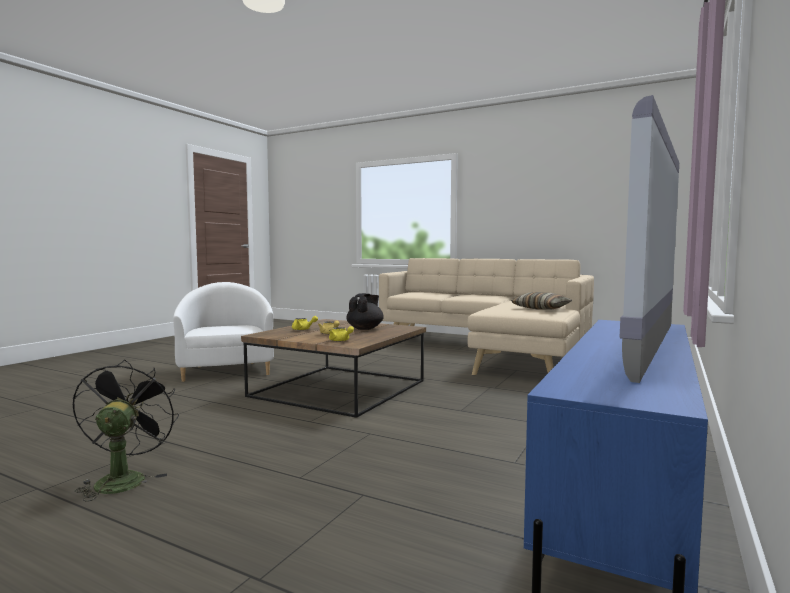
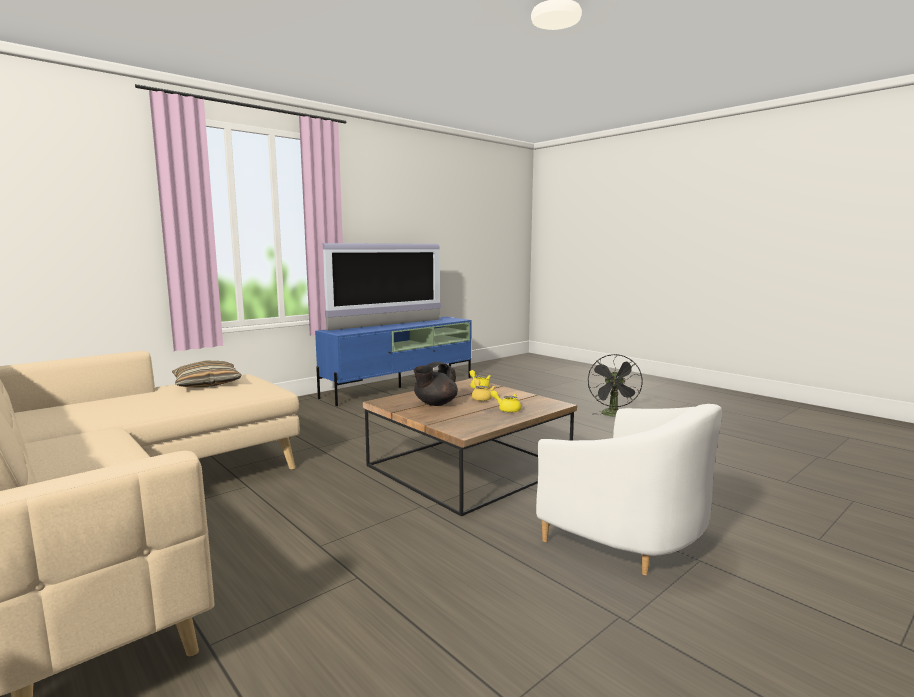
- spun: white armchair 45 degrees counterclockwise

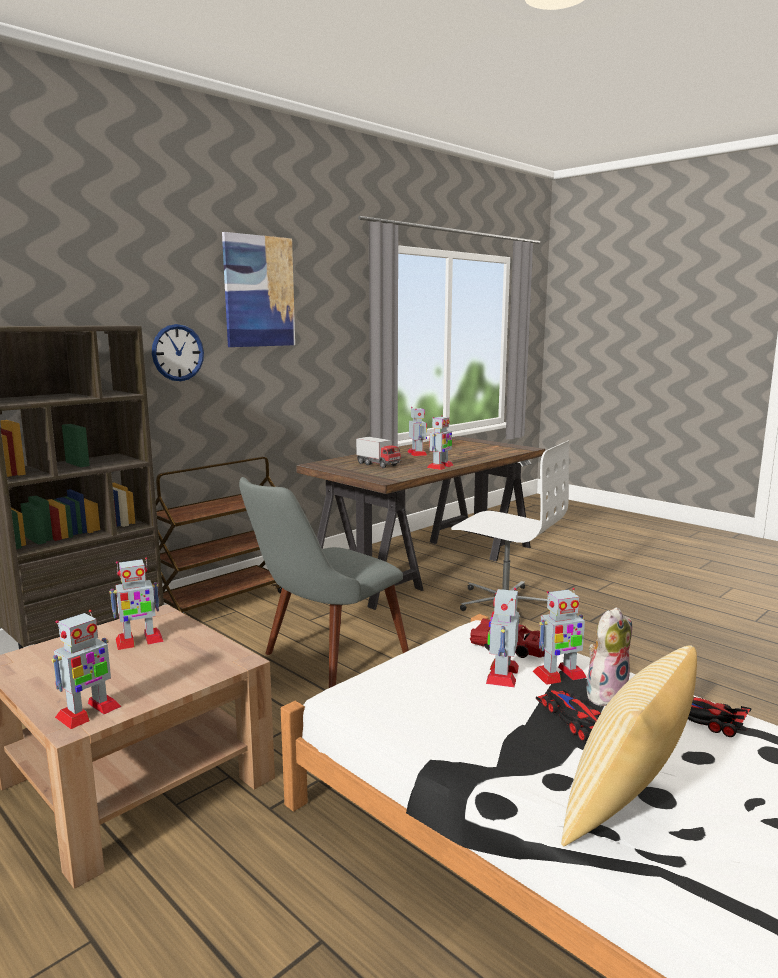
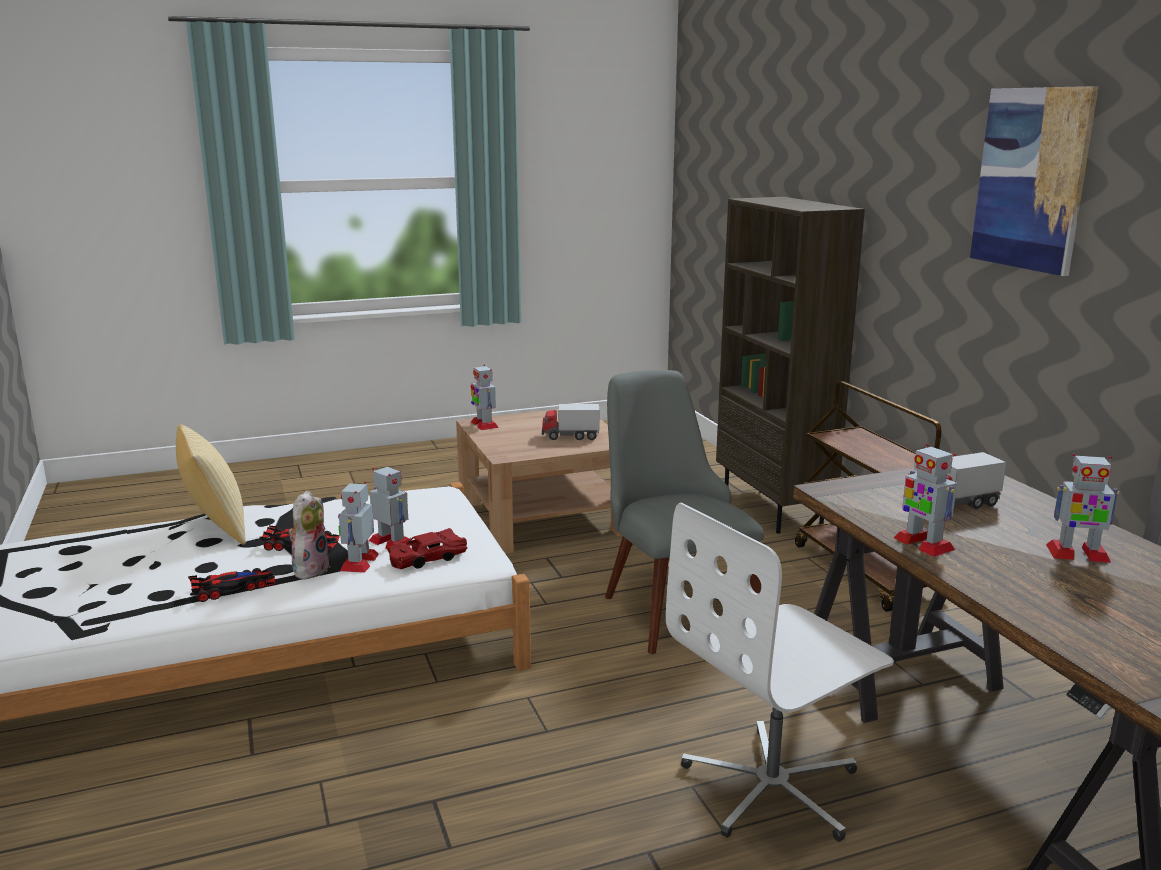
- spun: plush toy 150 degrees counterclockwise
- exchanged: toy robot (no. 2 from left) to toy truck (no. 1 from left)
- missing: wall clock

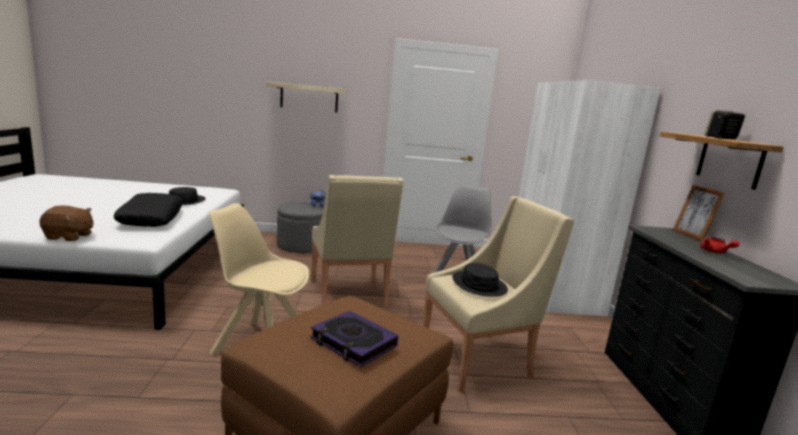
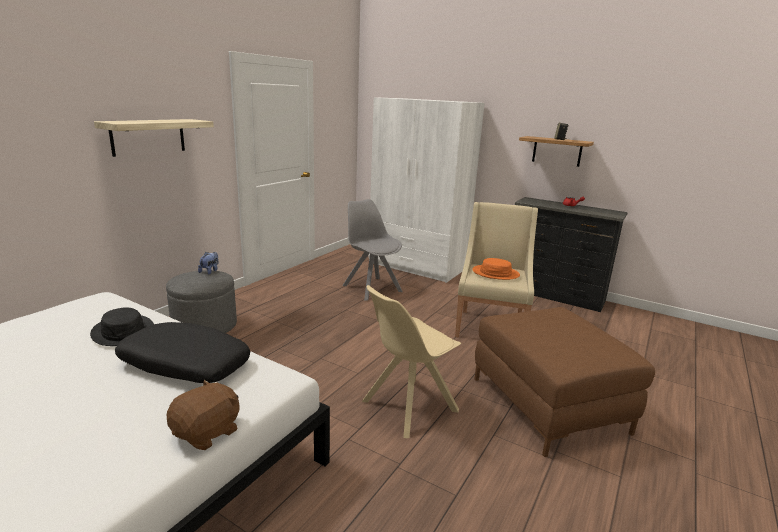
- colour: black hat (no. 2 from left) to orange hat
- missing: book
- missing: beige armchair (no. 1 from left)
- missing: picture frame

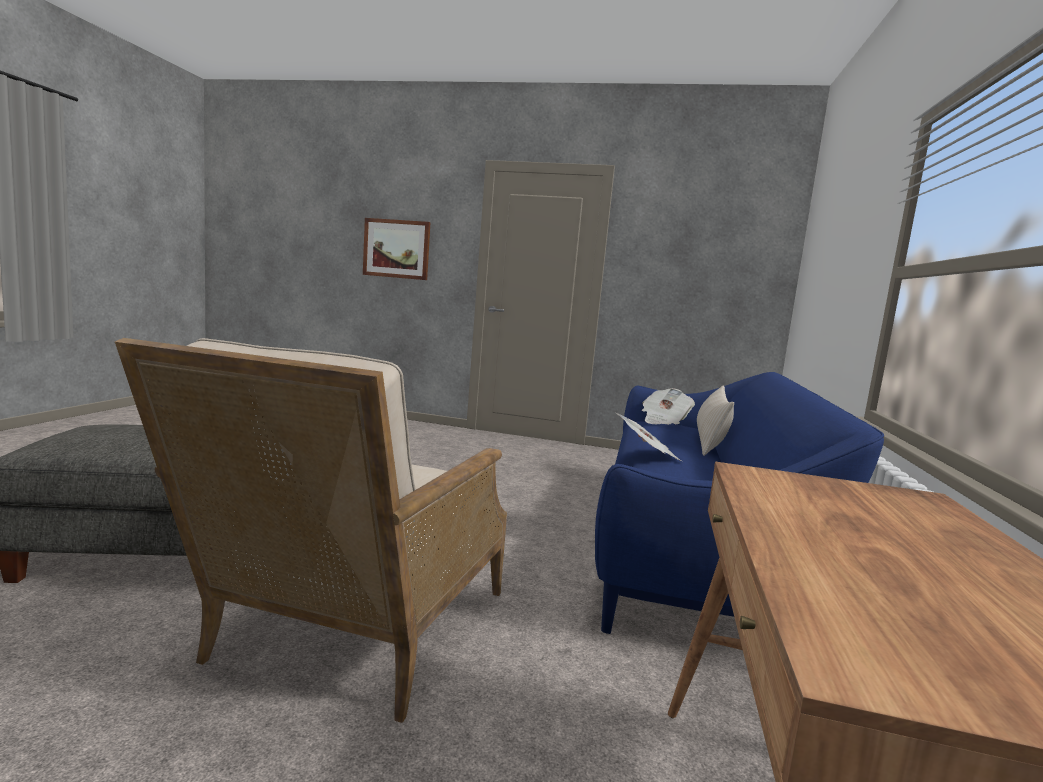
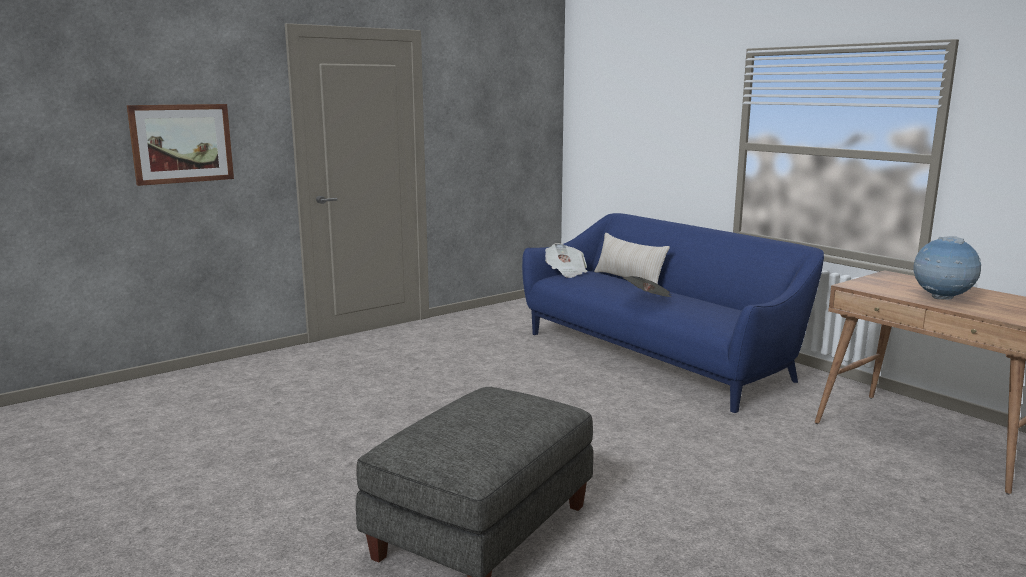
- appeared: globe
- missing: beige armchair

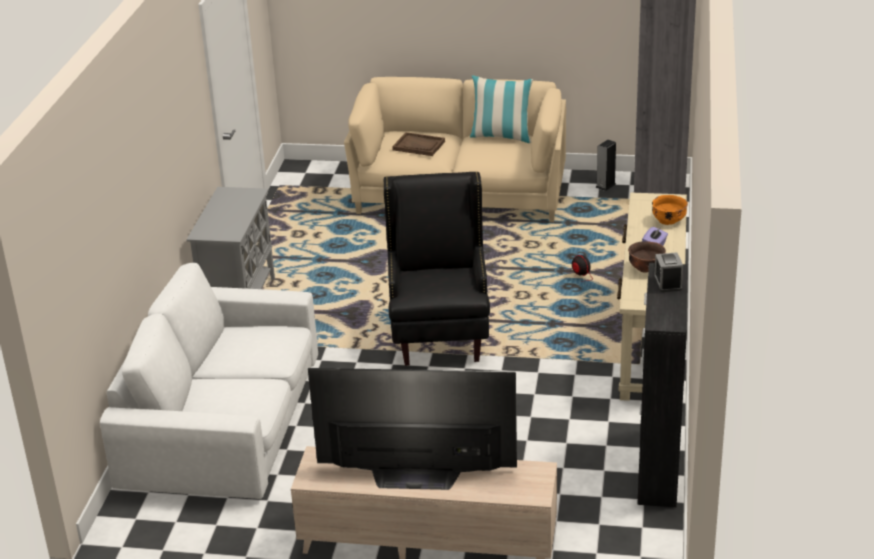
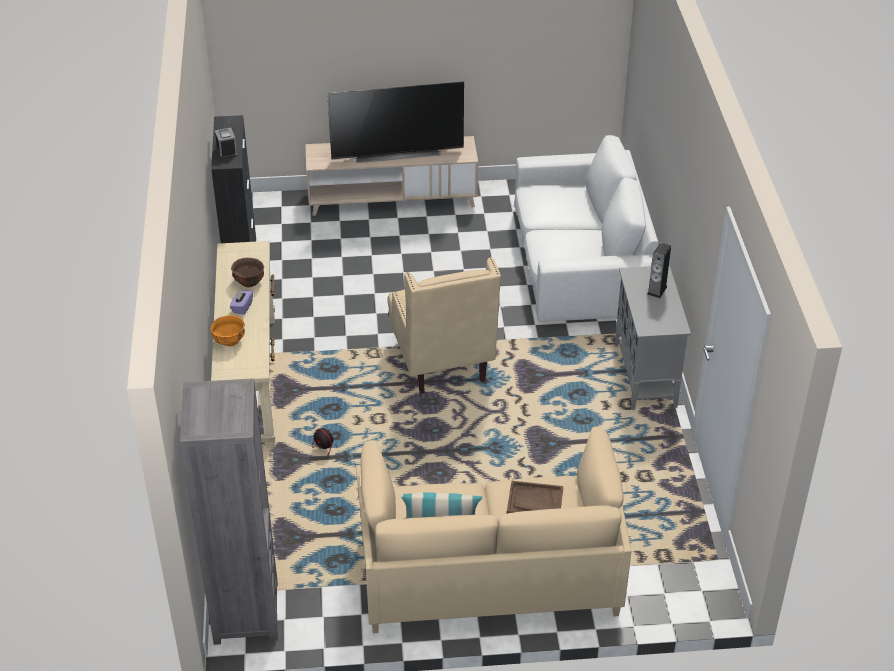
- colour: black armchair to beige armchair
- relocated: speaker

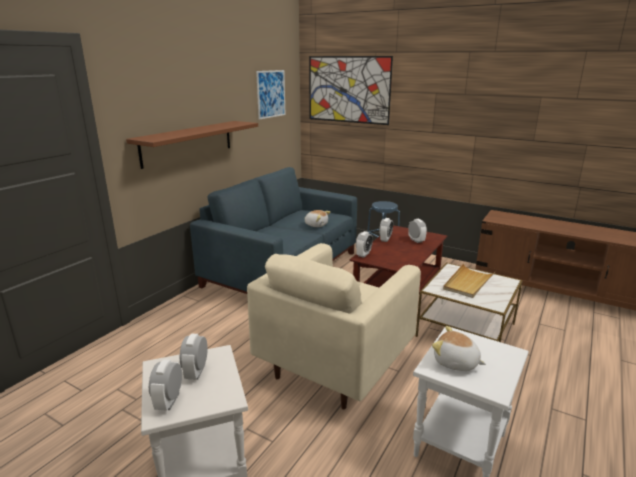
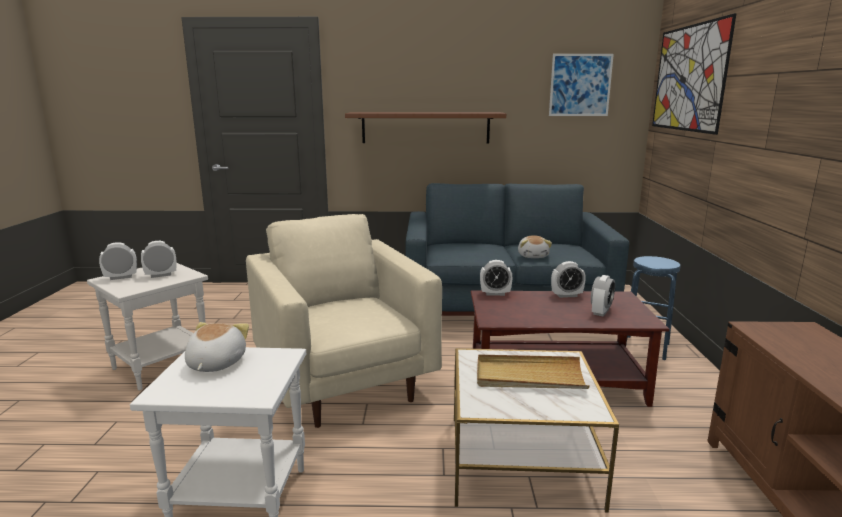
- spun: beige armchair 60 degrees clockwise

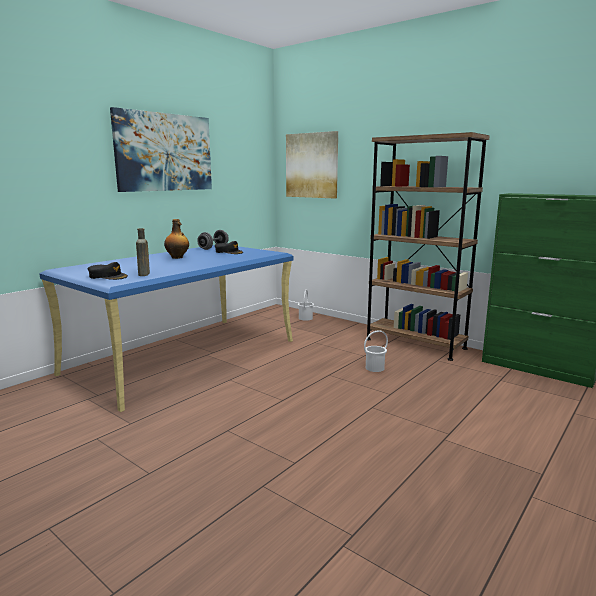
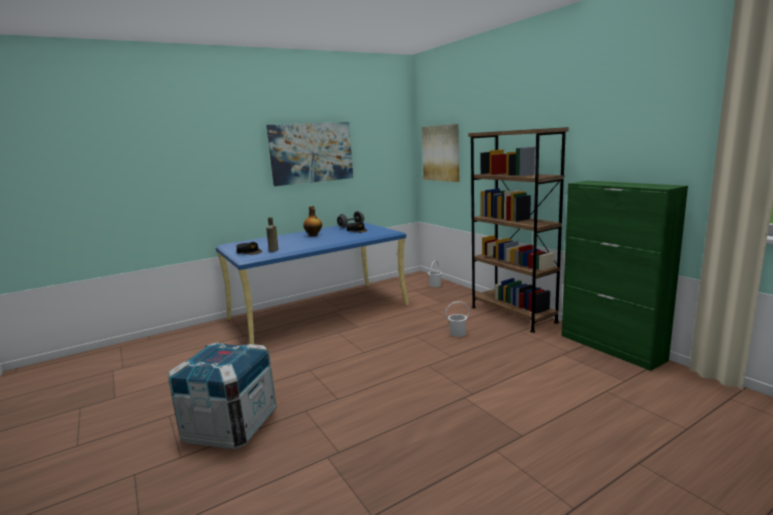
- appeared: crate

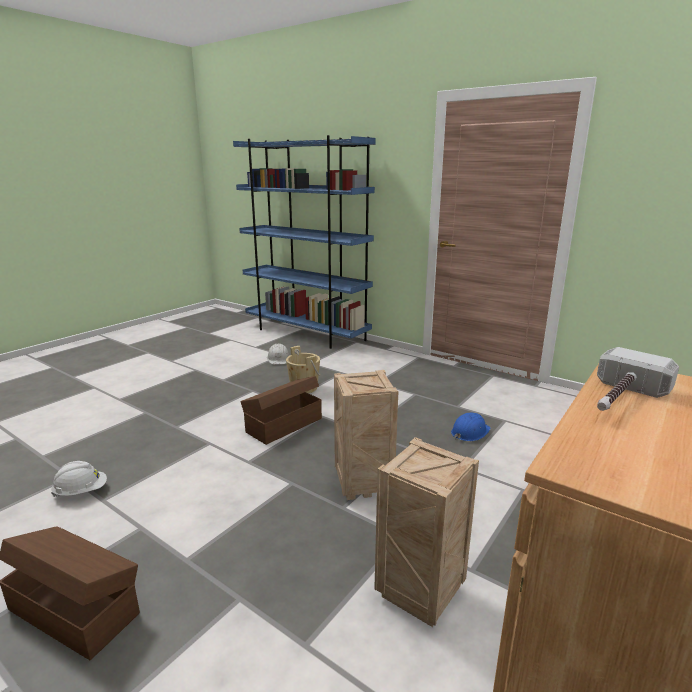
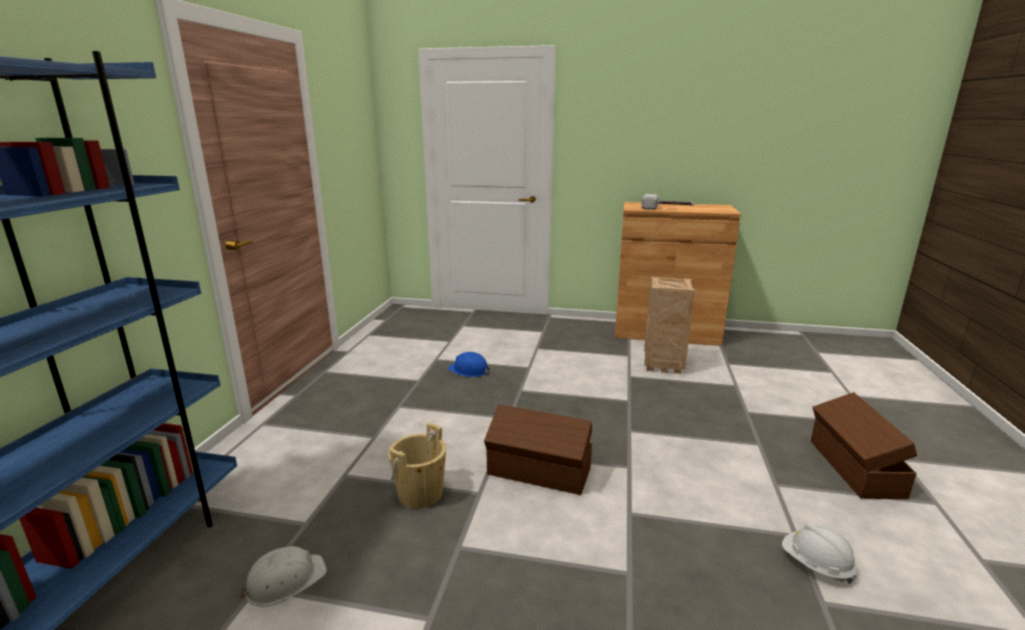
- missing: crate (no. 1 from left)

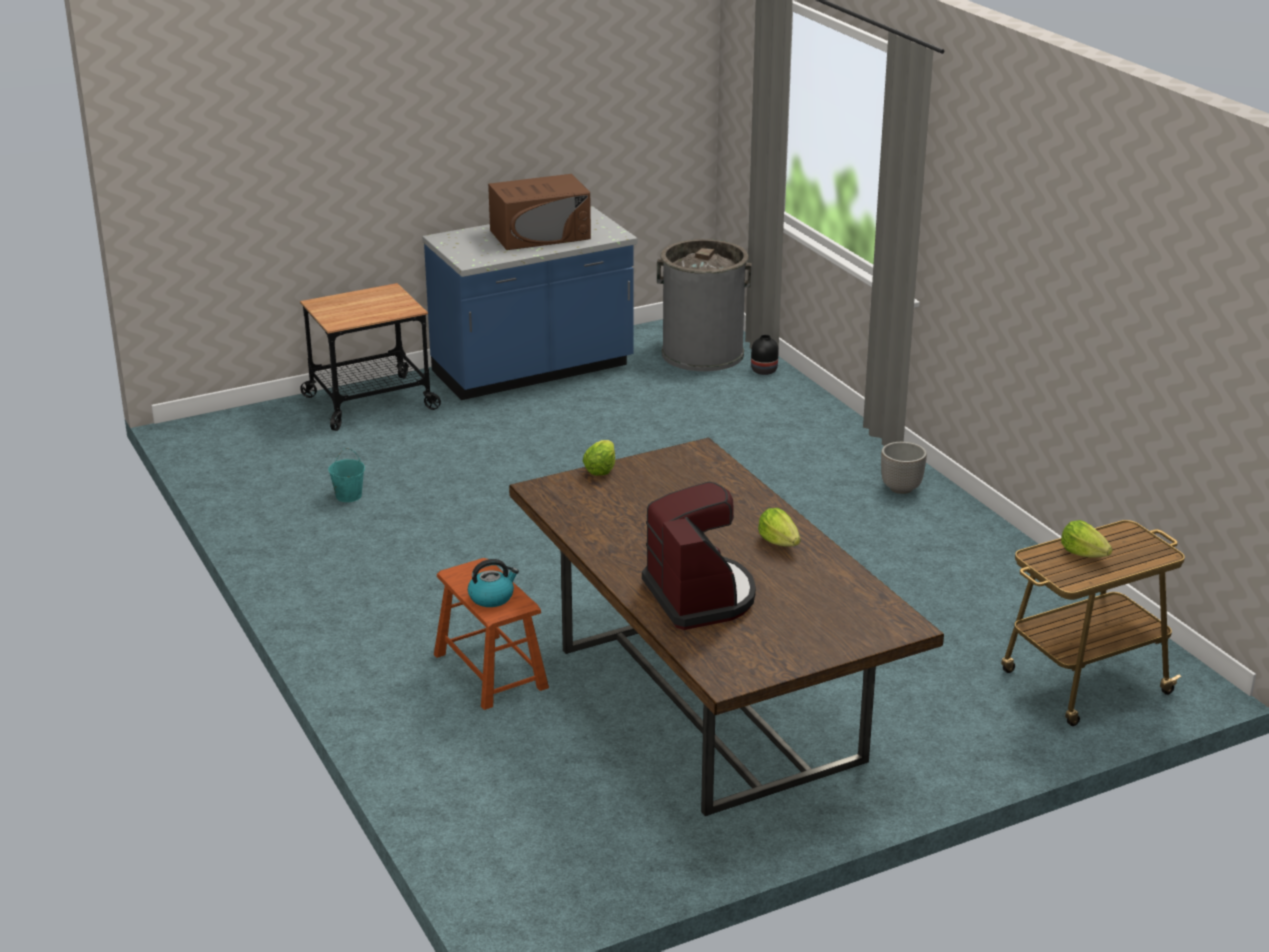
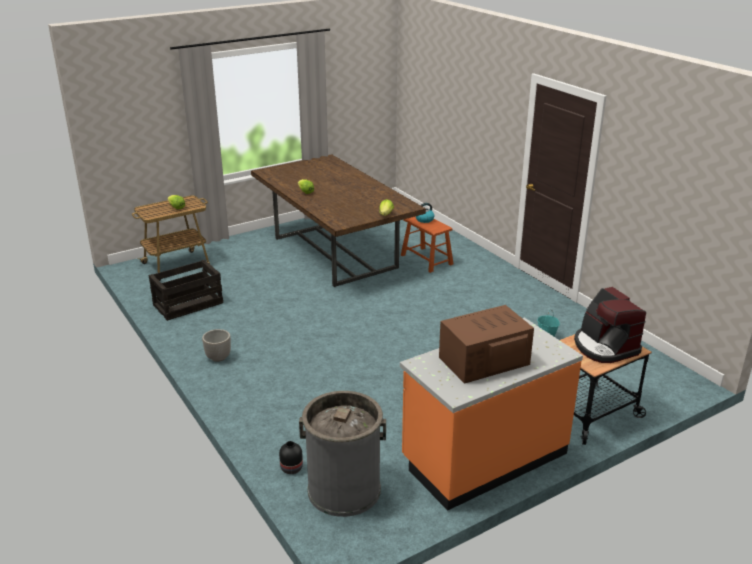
- appeared: crate
- colour: blue counter to orange counter
- relocated: coffee machine

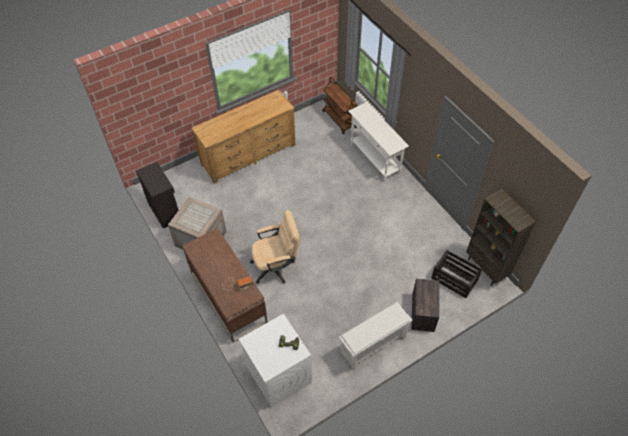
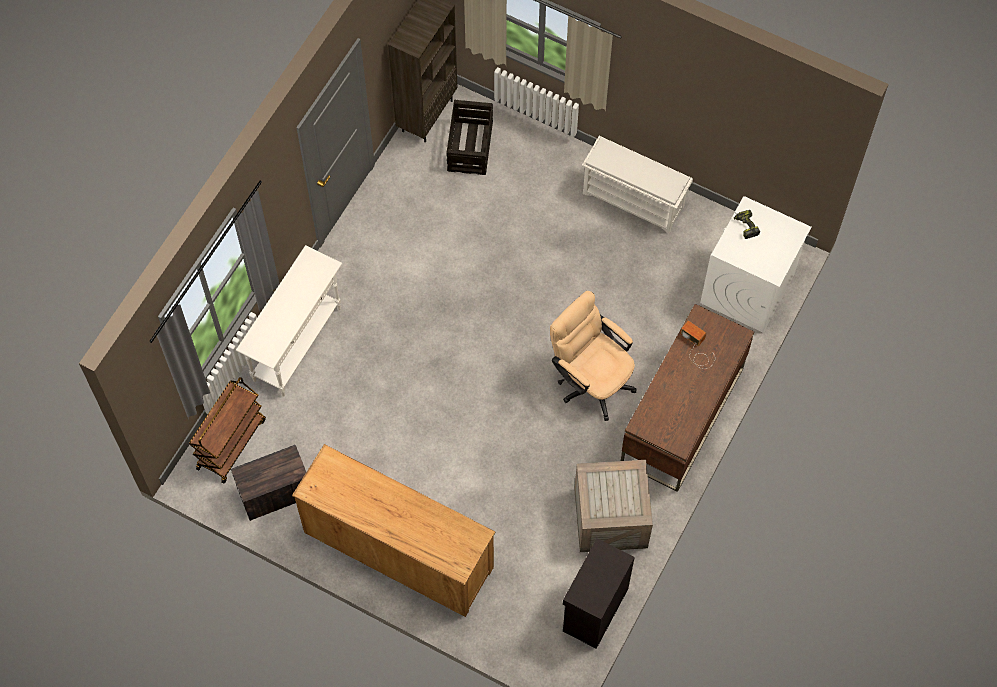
- relocated: crate (no. 2 from left in the first image) to crate (no. 1 from left)

